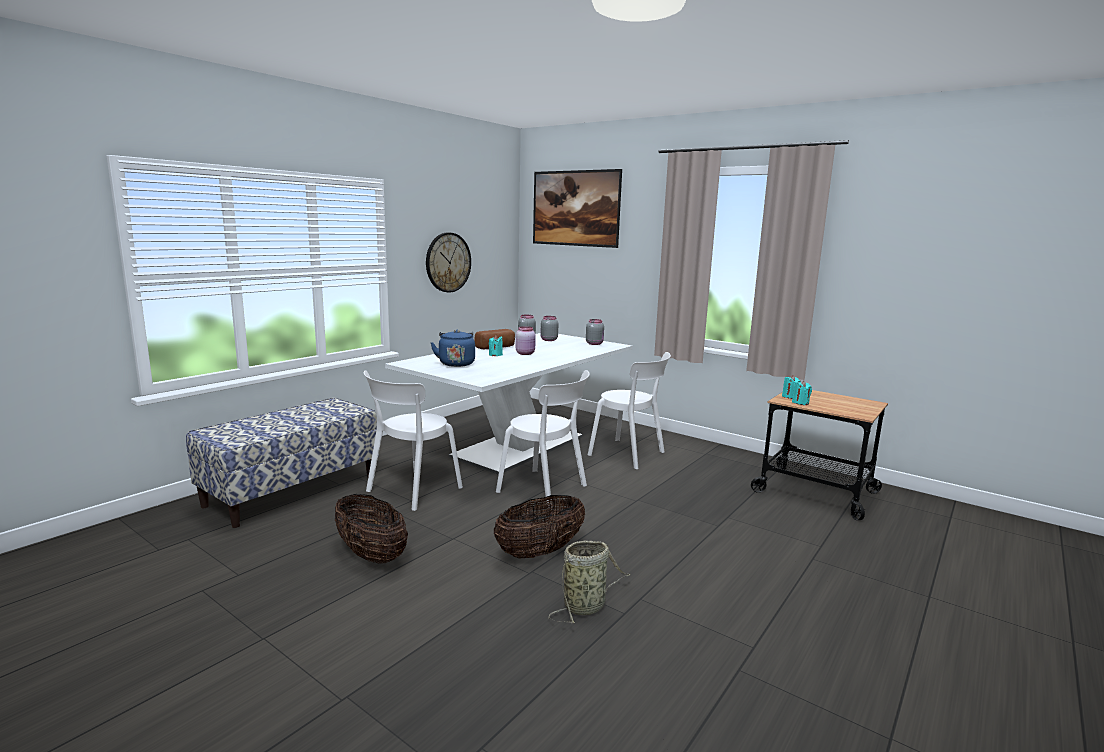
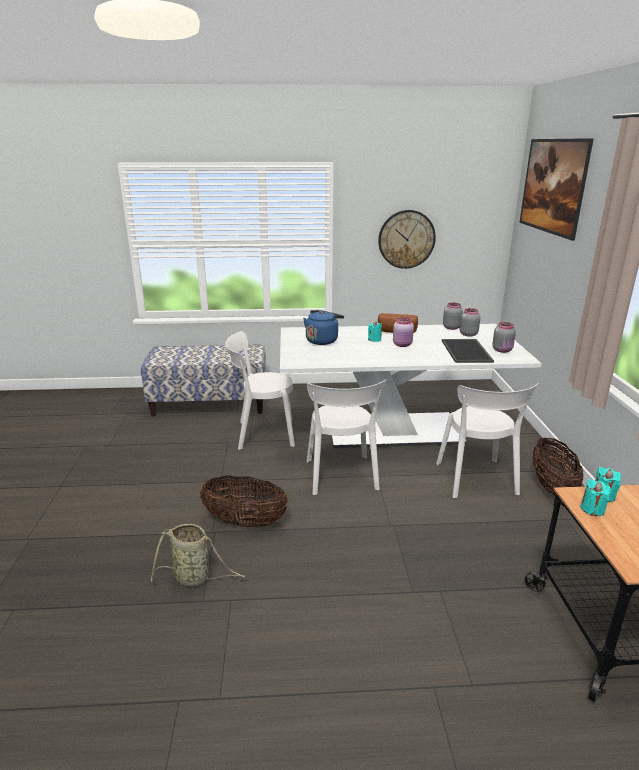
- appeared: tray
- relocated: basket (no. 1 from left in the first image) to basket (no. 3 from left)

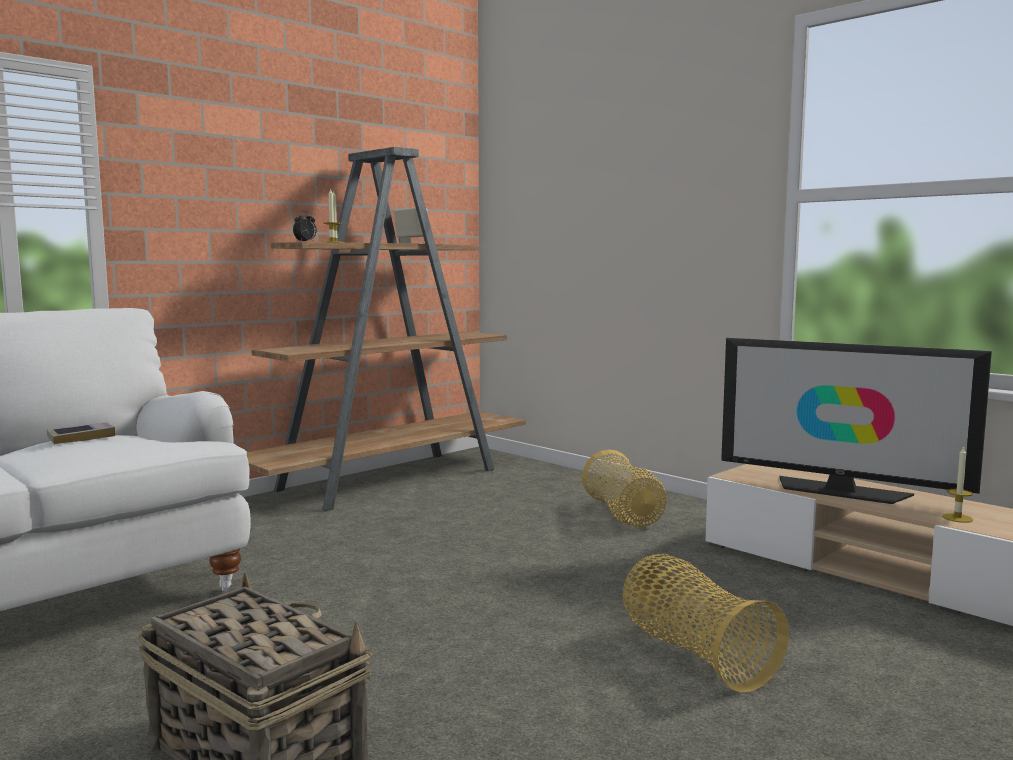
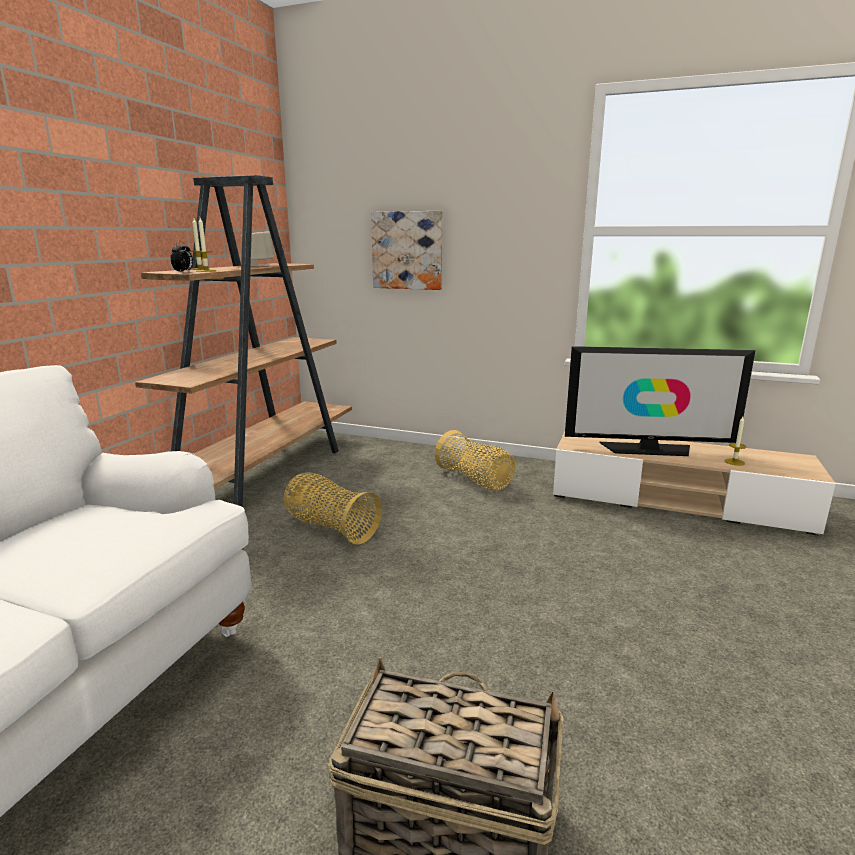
- relocated: basket (no. 3 from left in the first image) to basket (no. 1 from left)
- appeared: picture
- missing: book

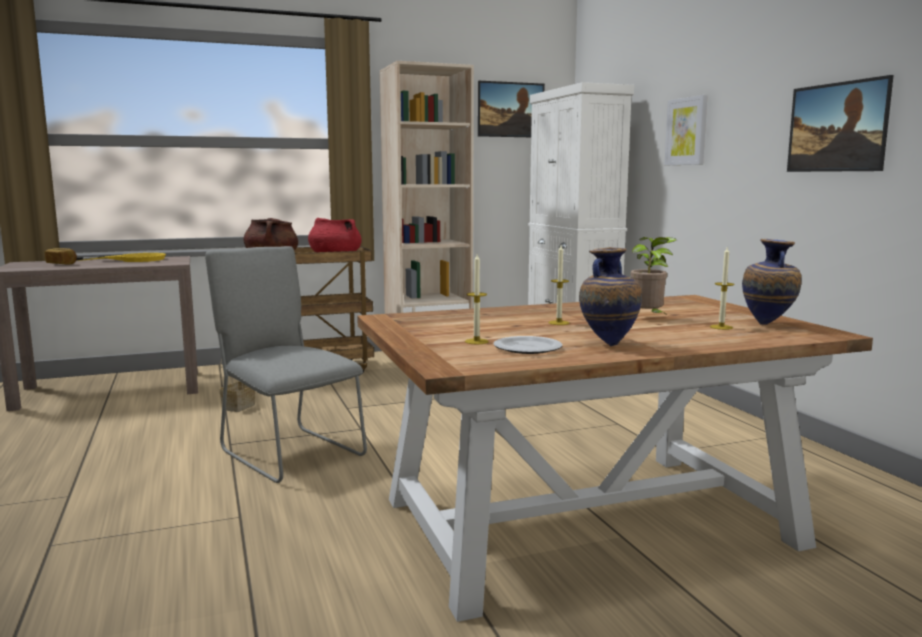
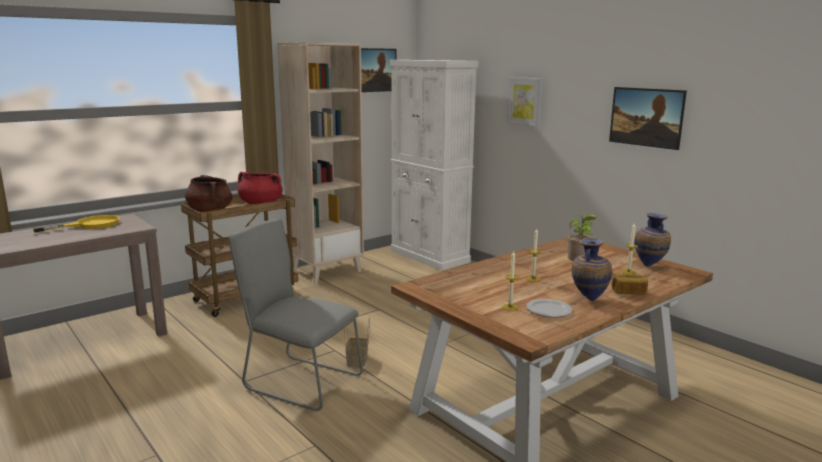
- relocated: basket
- relocated: bread

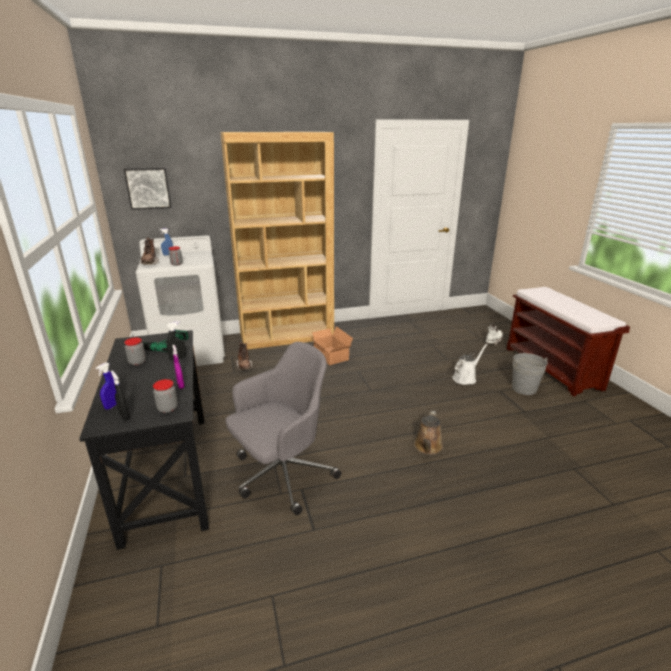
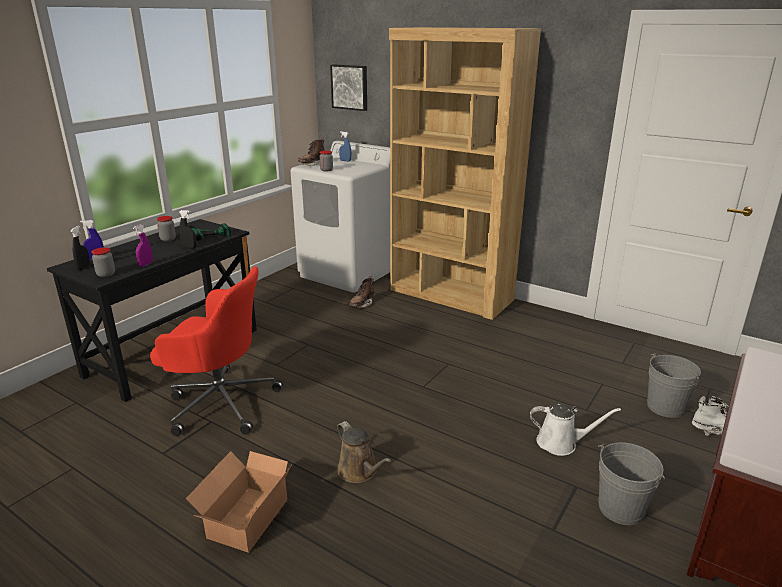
- colour: grey office chair to red office chair
- relocated: cardboard box
- spun: brown watering can 105 degrees counterclockwise
- appeared: grey bucket (no. 2 from left)

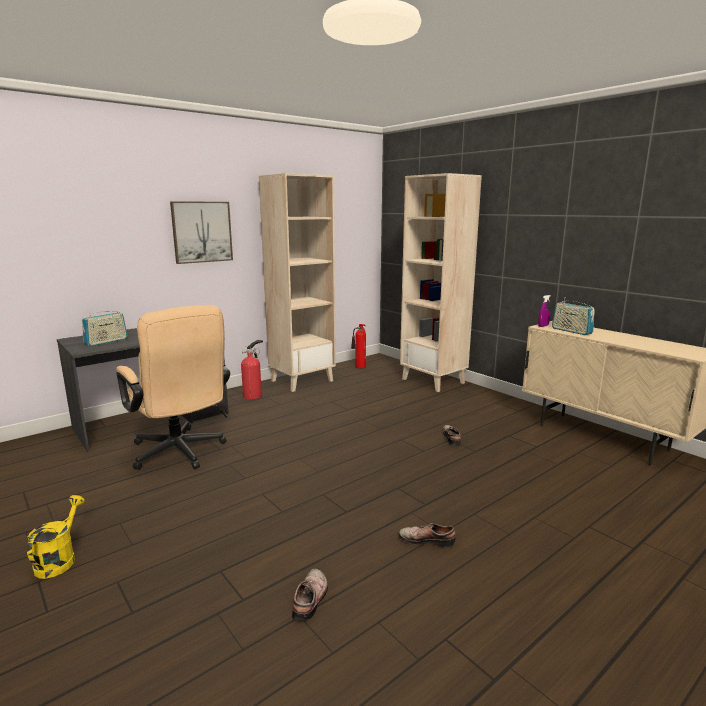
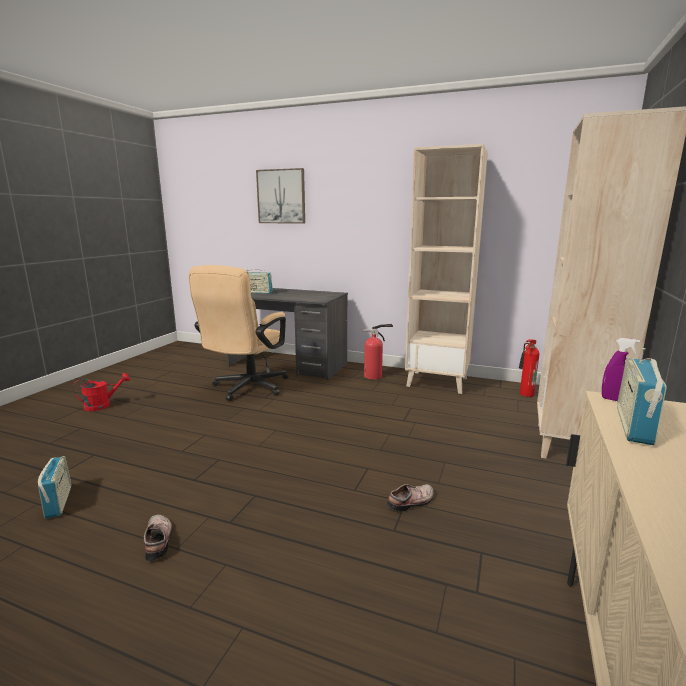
- exchanged: shoe (no. 1 from left) to radio (no. 1 from left)
- colour: yellow watering can to red watering can
- relocated: picture

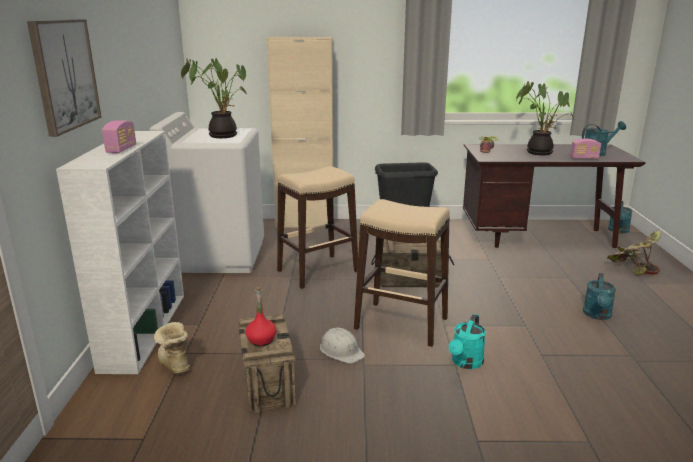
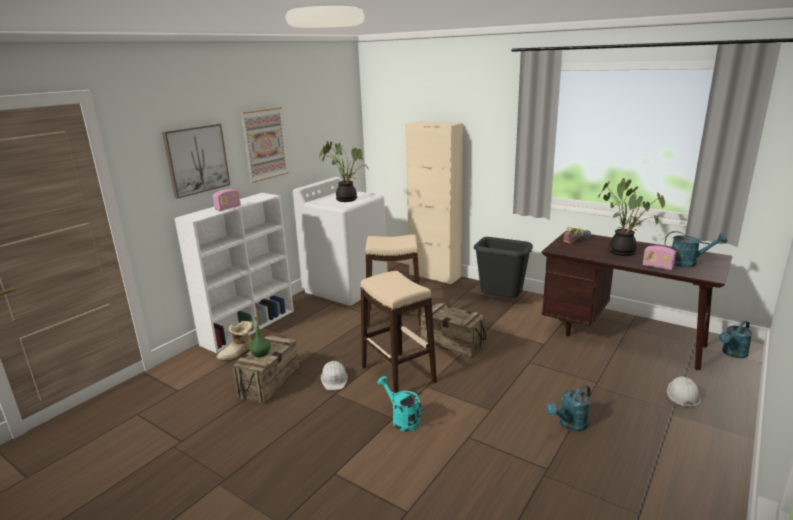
- spun: boot 135 degrees counterclockwise
- appeared: picture (no. 2 from left)
- colour: red bottle to green bottle
- spun: turquoise watering can (no. 1 from left) 75 degrees clockwise
- exchanged: potted plant (no. 3 from left) to white hard hat (no. 2 from left)

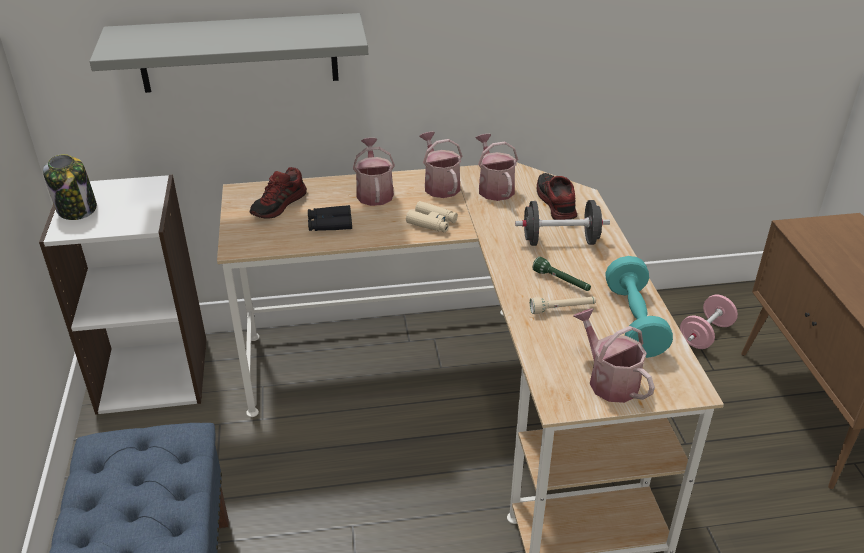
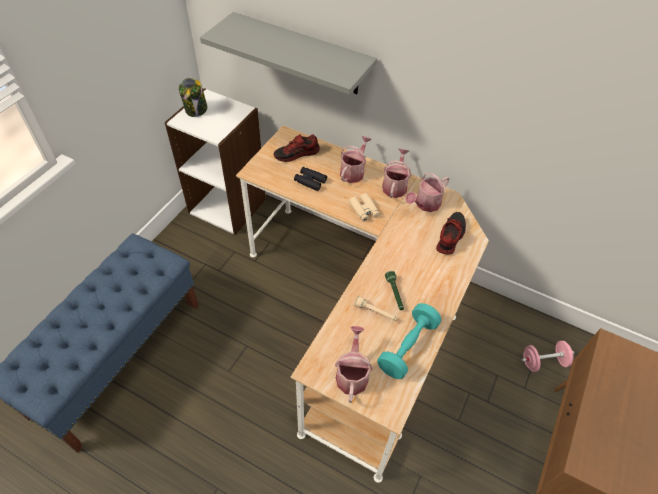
- spun: watering can (no. 3 from left in the first image) 150 degrees counterclockwise
- missing: black dumbbell

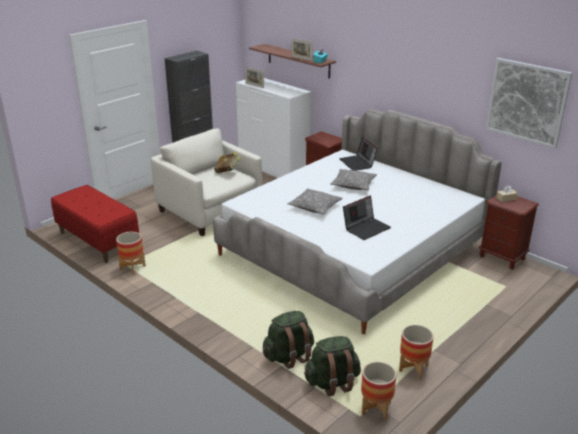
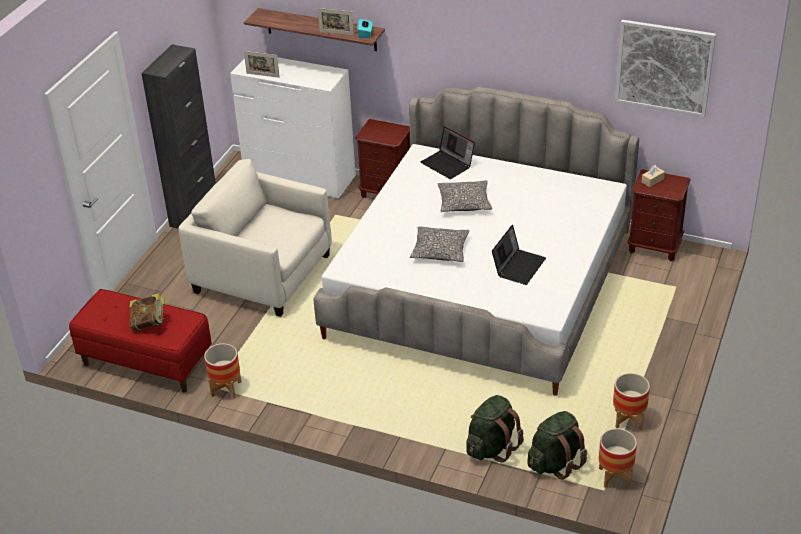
- relocated: book

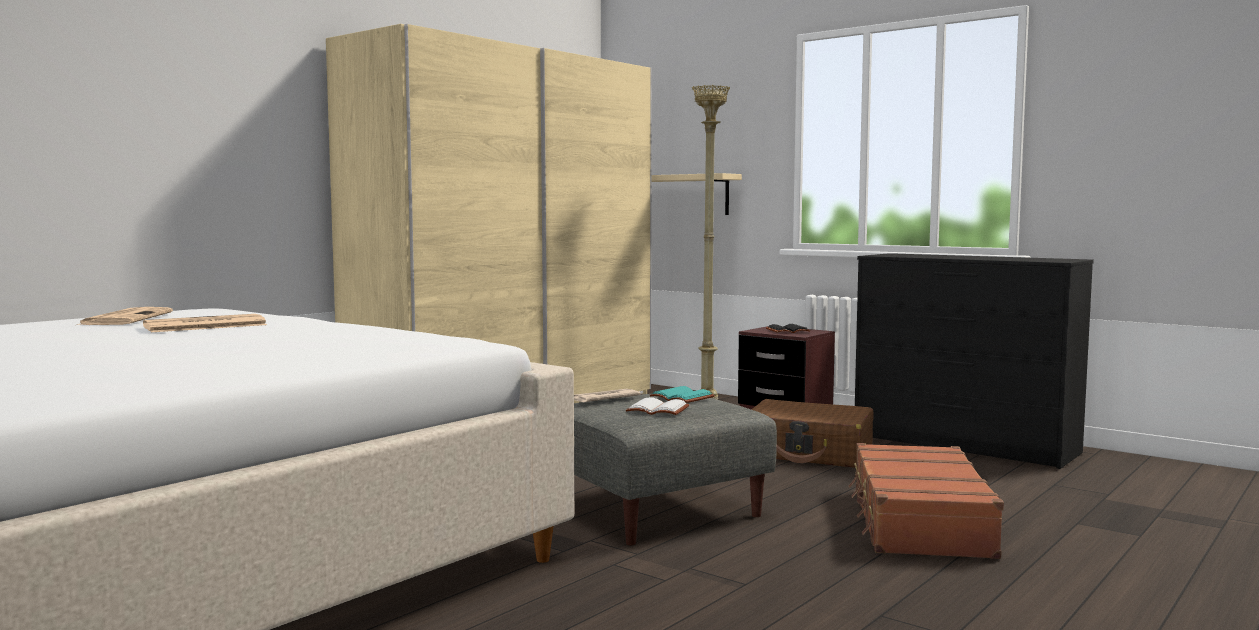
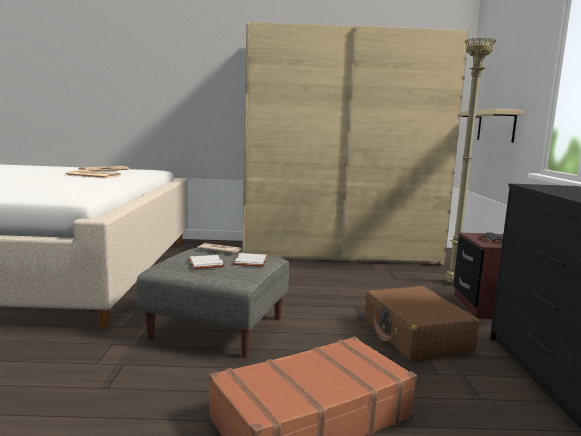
- colour: turquoise book to white book (no. 2 from left)

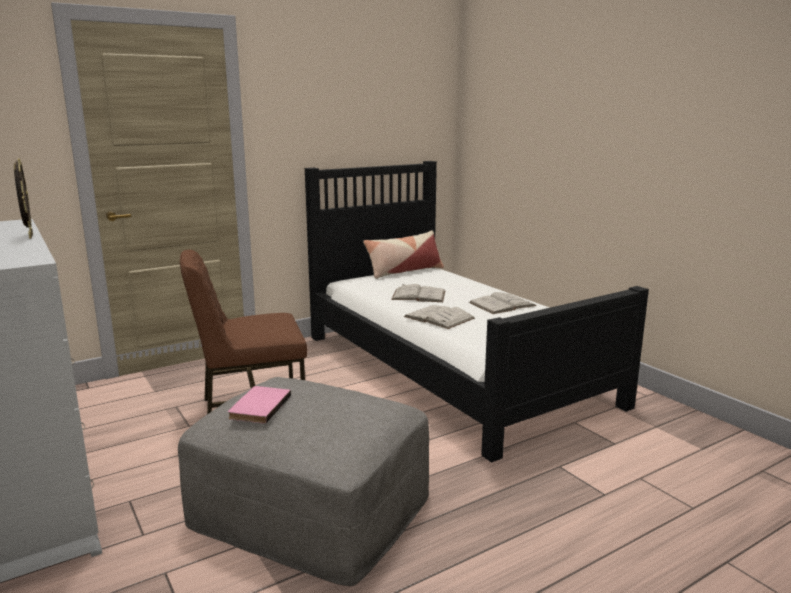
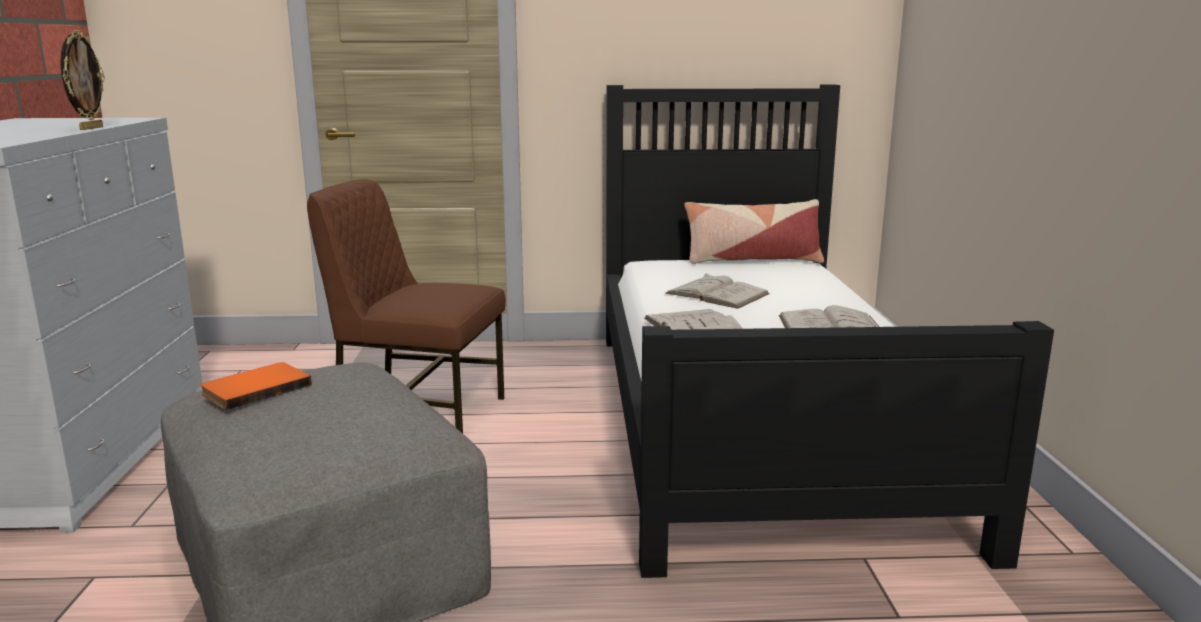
- colour: pink book to orange book

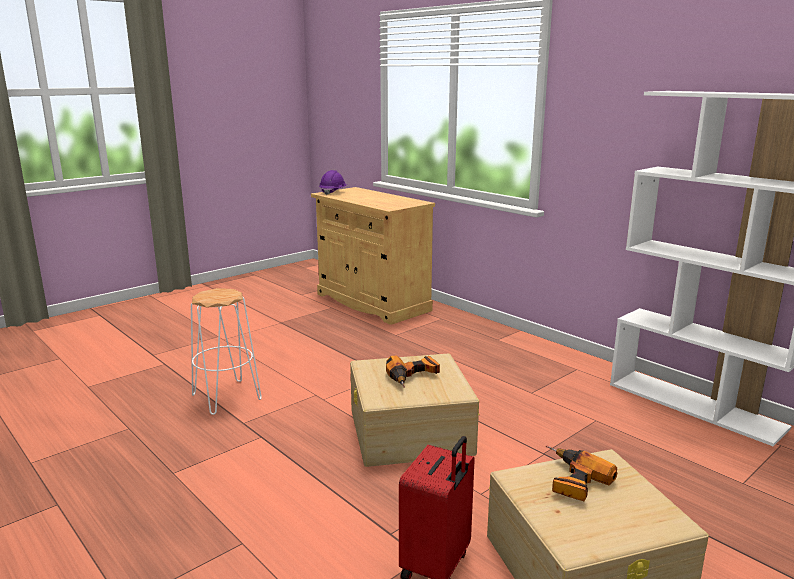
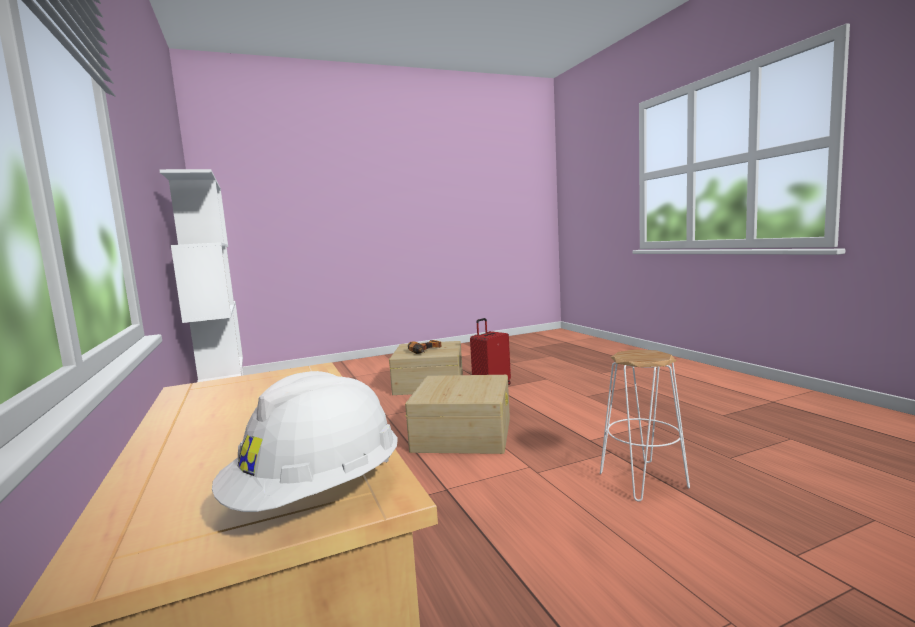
- colour: purple hard hat to white hard hat
- missing: power drill (no. 1 from left)

